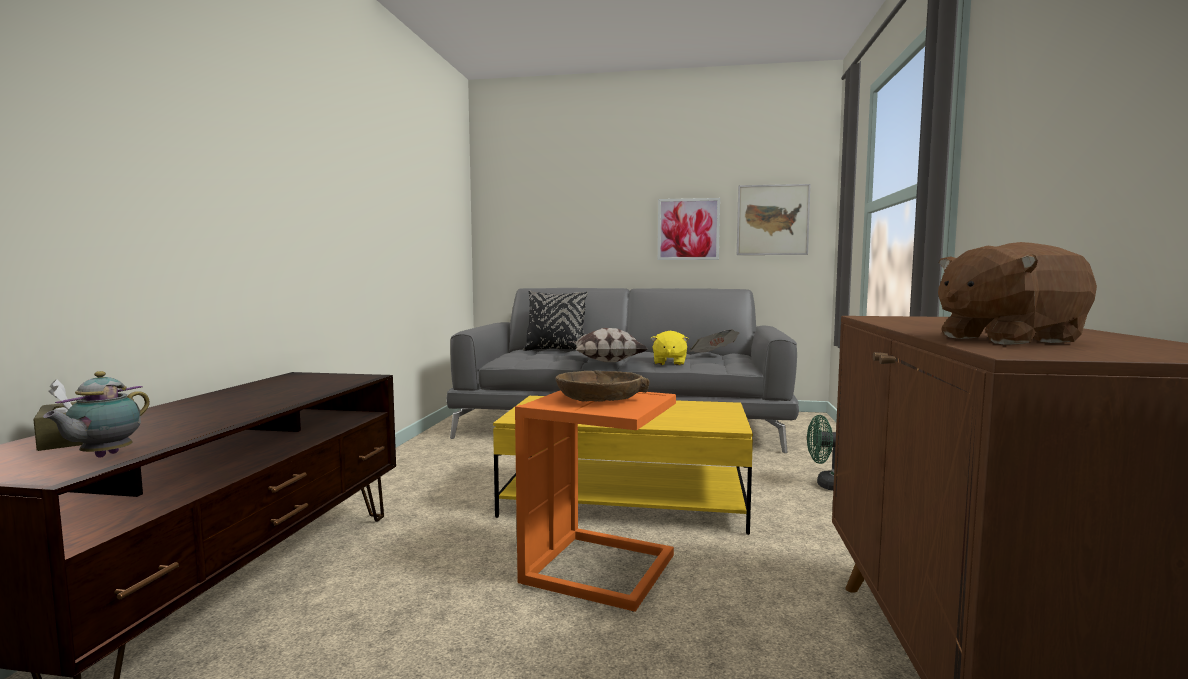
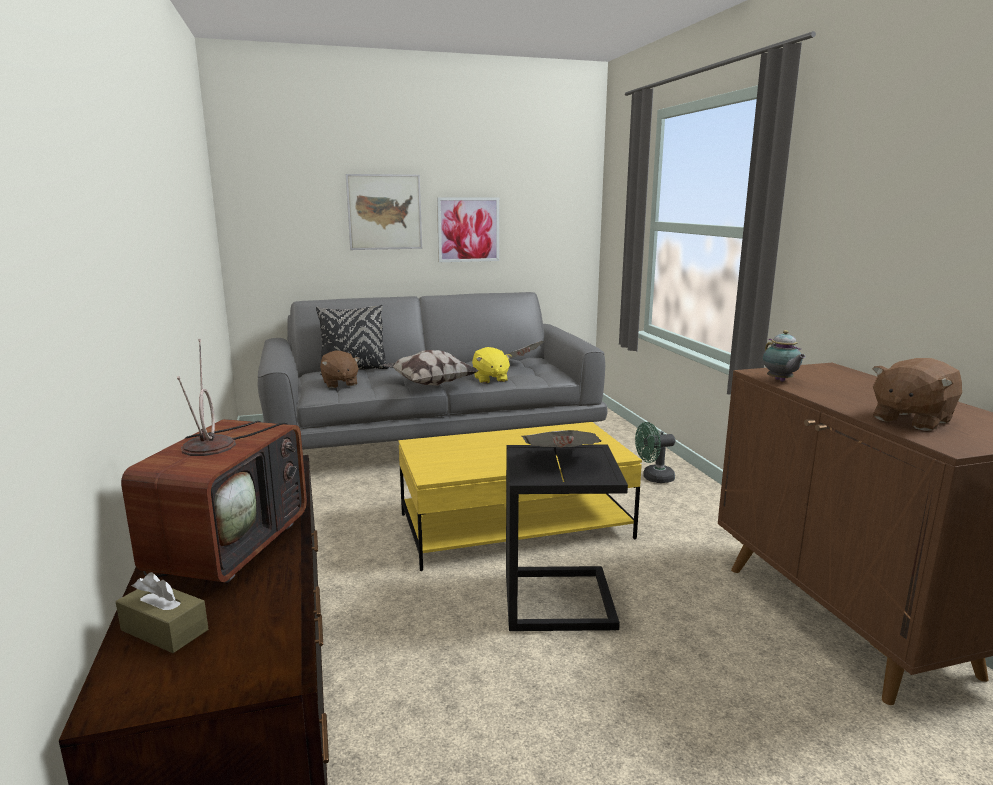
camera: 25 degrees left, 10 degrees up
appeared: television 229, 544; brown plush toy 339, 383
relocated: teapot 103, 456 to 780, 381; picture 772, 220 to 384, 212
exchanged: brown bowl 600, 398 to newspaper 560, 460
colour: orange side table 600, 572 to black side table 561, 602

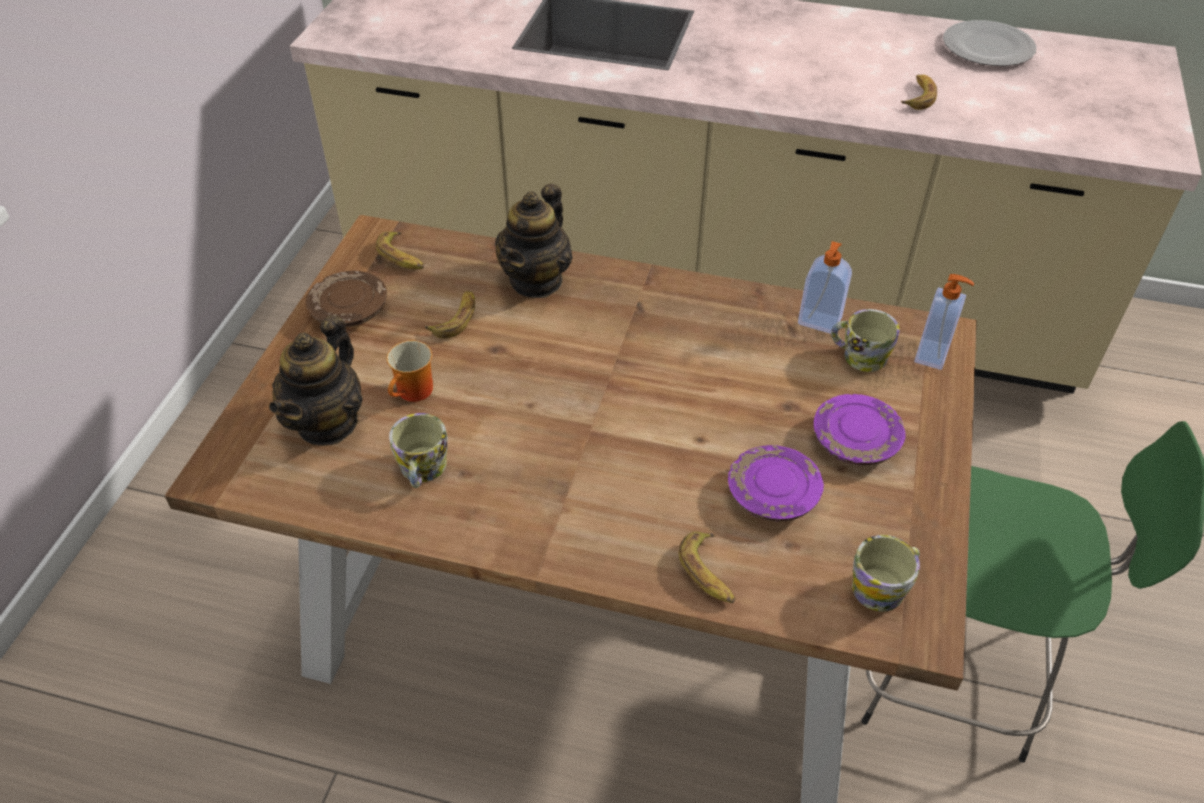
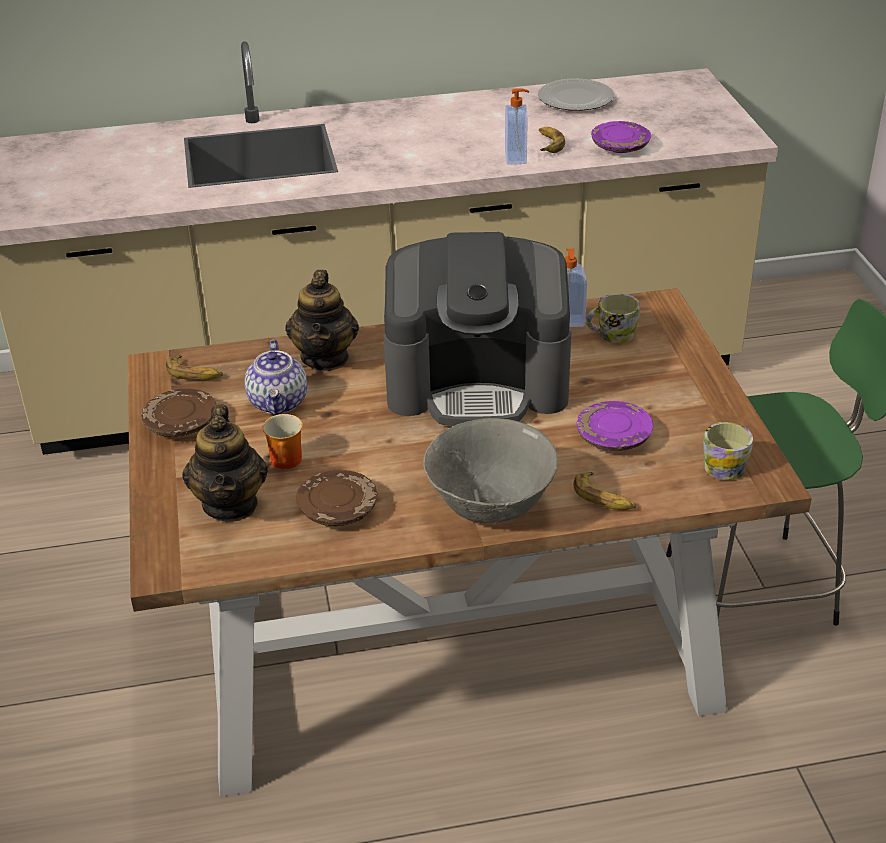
camera: 25 degrees left, 10 degrees down
appeared: coffee machine 478, 382; grey bowl 491, 508
relocated: purple plate 856, 441 to 620, 147; soap dispenser 933, 355 to 516, 158
exchanged: mug 422, 471 to brown plate 338, 509; banana 455, 318 to teapot 279, 402

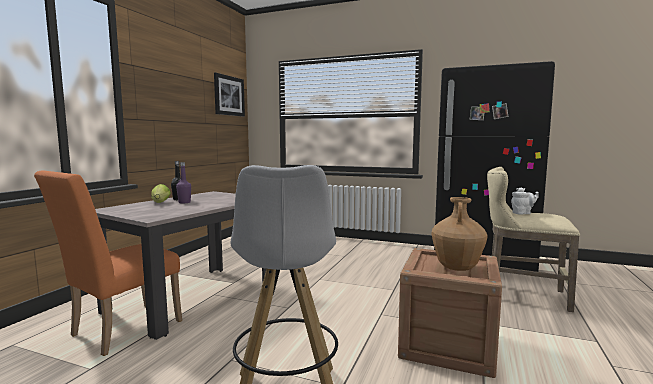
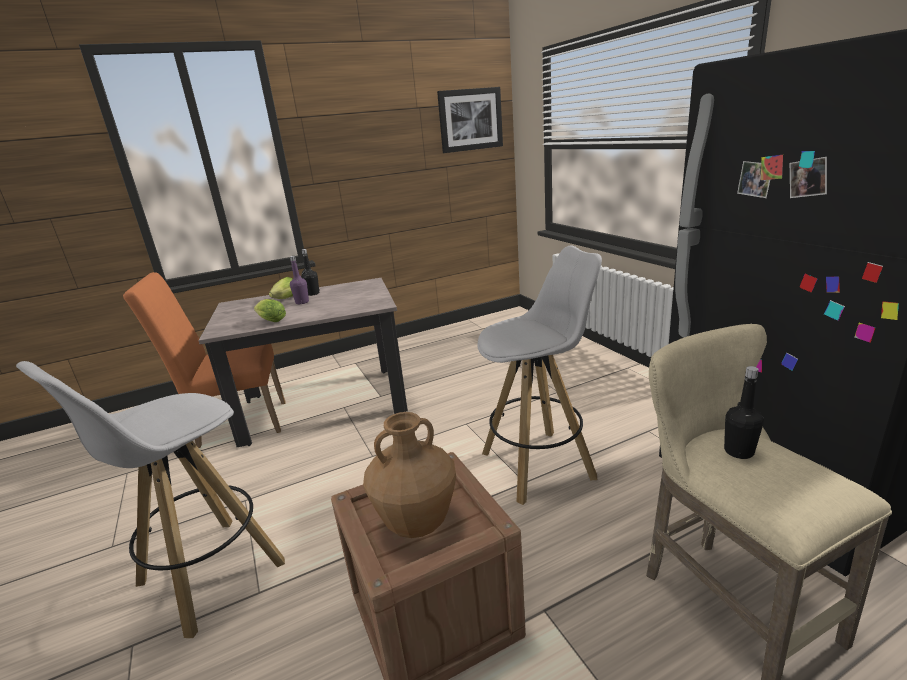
camera: 45 degrees right, 15 degrees up
appeared: lettuce 270, 321; white stool 539, 464
exchanged: white teapot 522, 213 to black bottle 738, 451

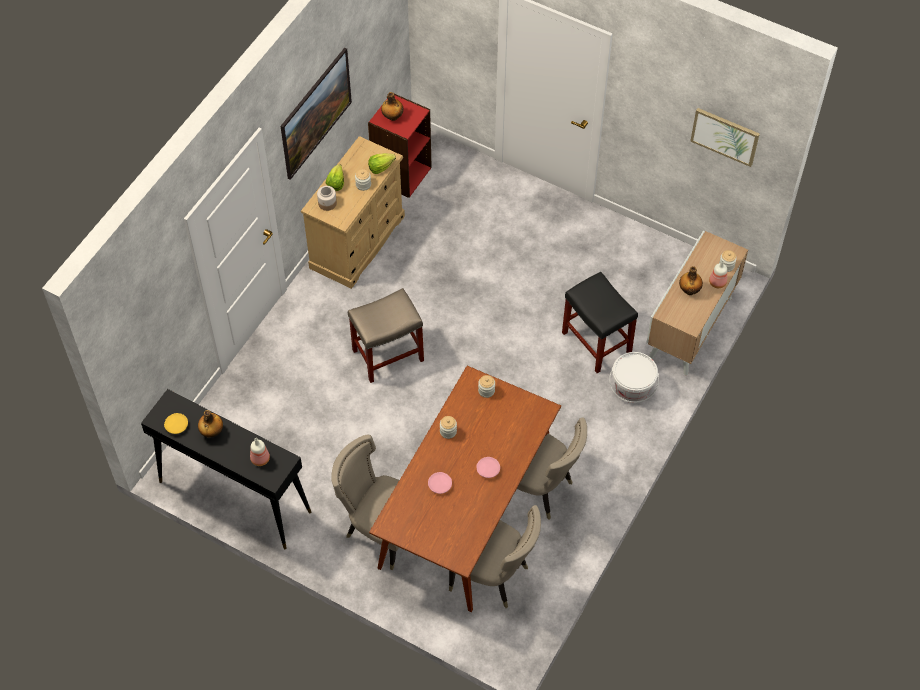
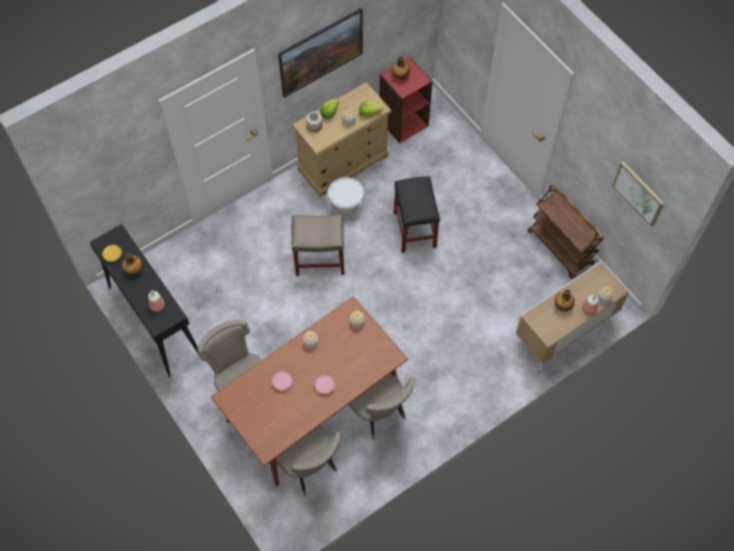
camera: 25 degrees right, 5 degrees up
appeared: brown cart 561, 248
relocated: black stool 595, 342 to 414, 229; white bucket 632, 388 to 346, 206

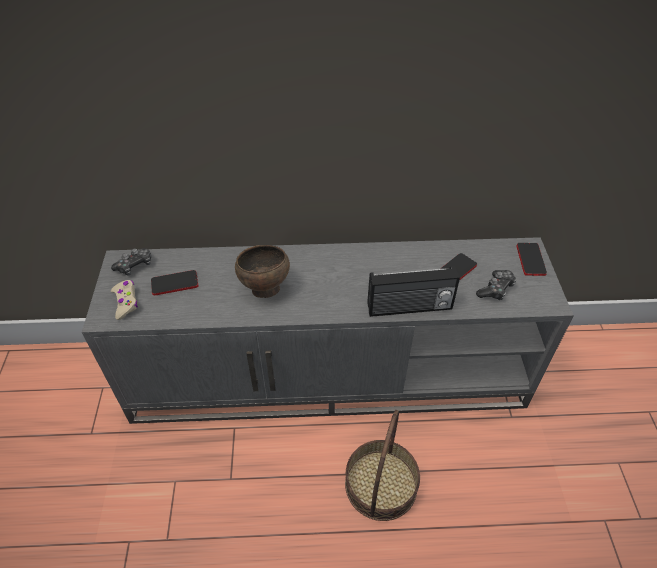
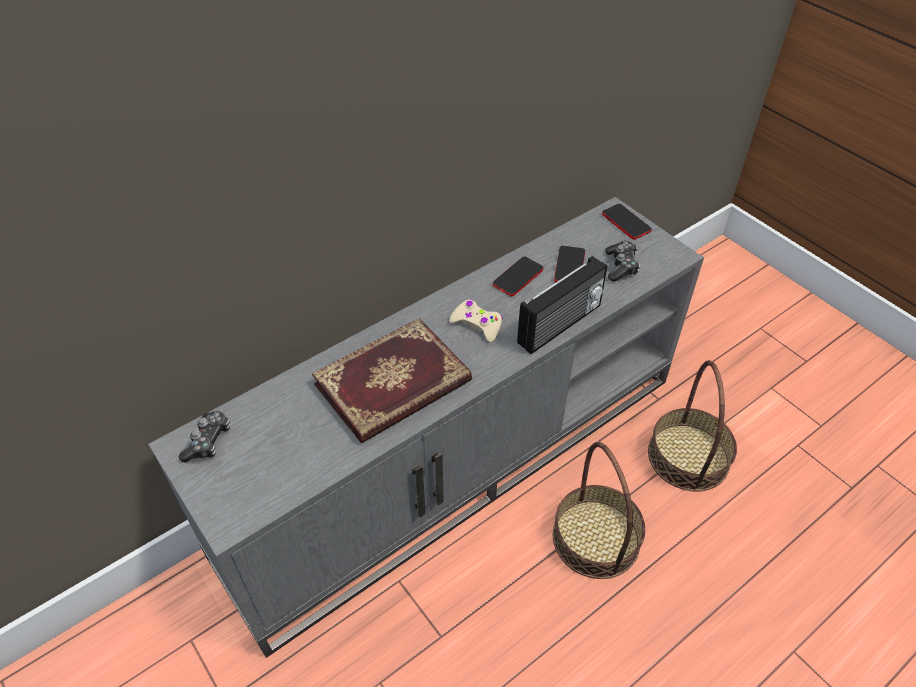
camera: 35 degrees left, 0 degrees up
appeared: basket 688, 457
relocated: beige game controller 126, 302 to 477, 325; phone 174, 283 to 518, 277
exchanged: brown bowl 264, 288 to book 394, 384

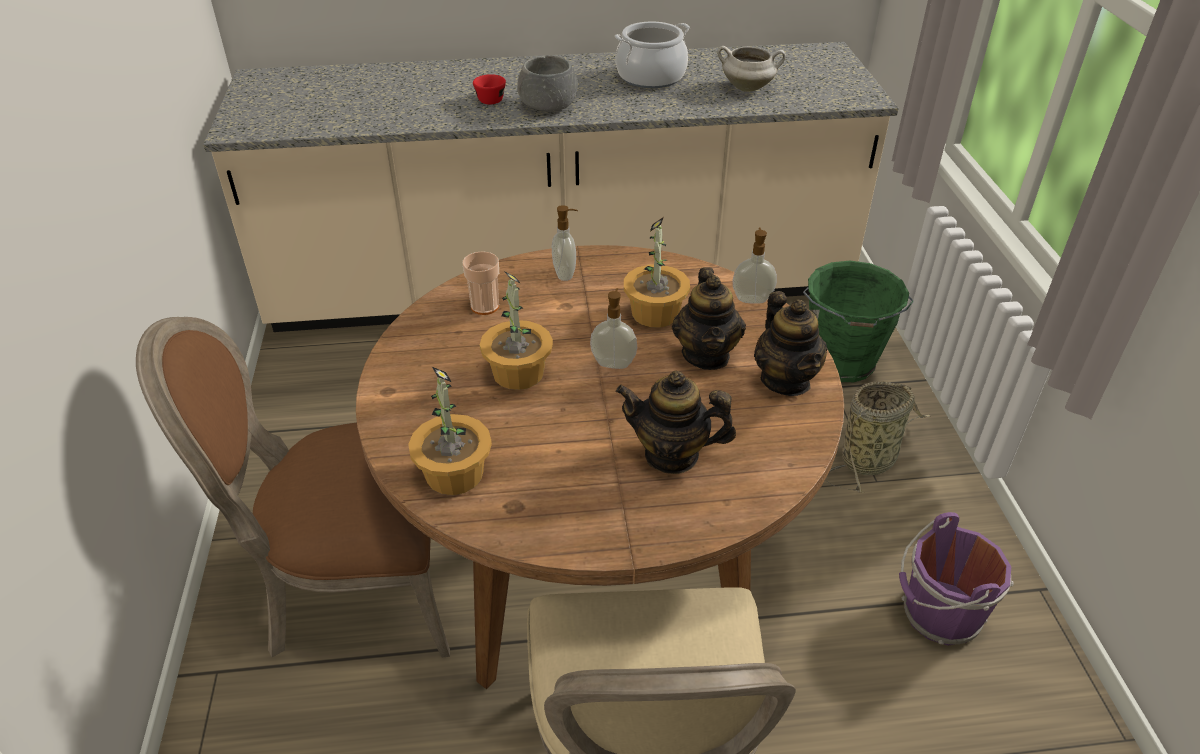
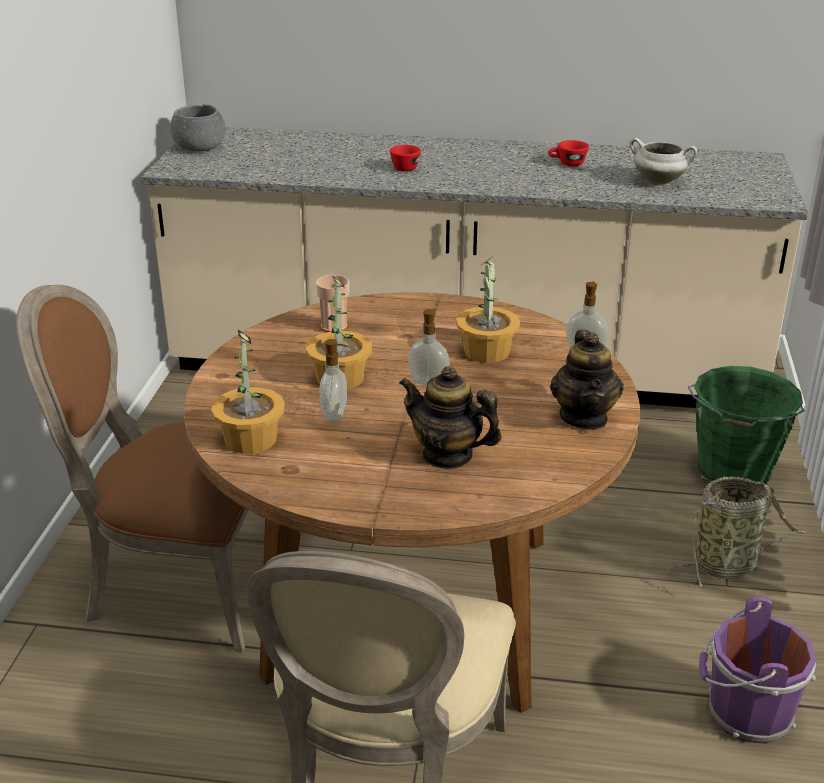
camera: 15 degrees right, 10 degrees down
missing: teapot 706, 355
relocated: grey bowl 548, 105 to 200, 147; soap dispenser 565, 274 to 335, 416
exchanged: cooking pot 650, 77 to red cup 567, 164

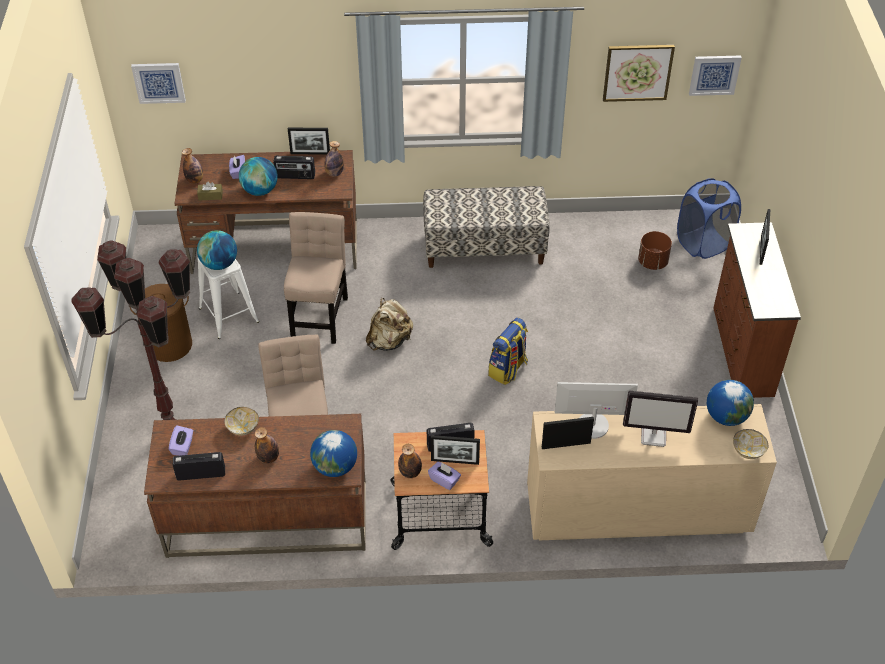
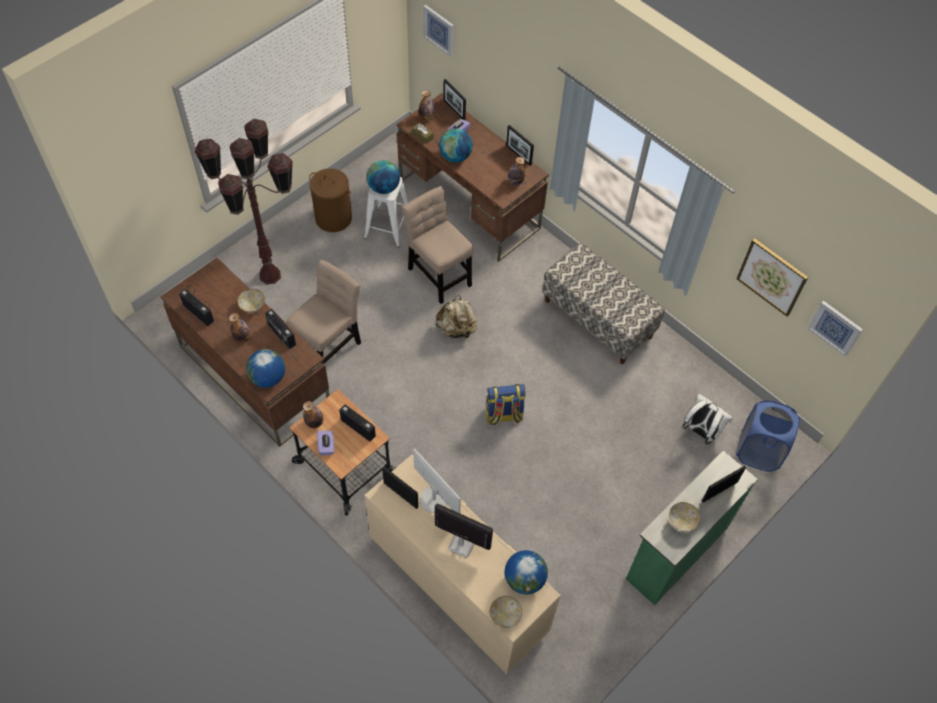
camera: 45 degrees right, 10 degrees up
missing: purple tissue box 183, 446
appeared: bowl 682, 522
relocated: radio 295, 176 to 281, 335; picture frame 455, 461 to 454, 109
exchanged: brown planter 652, 262 to white backpack 701, 431
colour: brown dresser 741, 351 to green dresser 675, 552
spun: beige chair 319, 315 = 438, 274 90 degrees counterclockwise; monitor 654, 436 = 461, 544 150 degrees clockwise

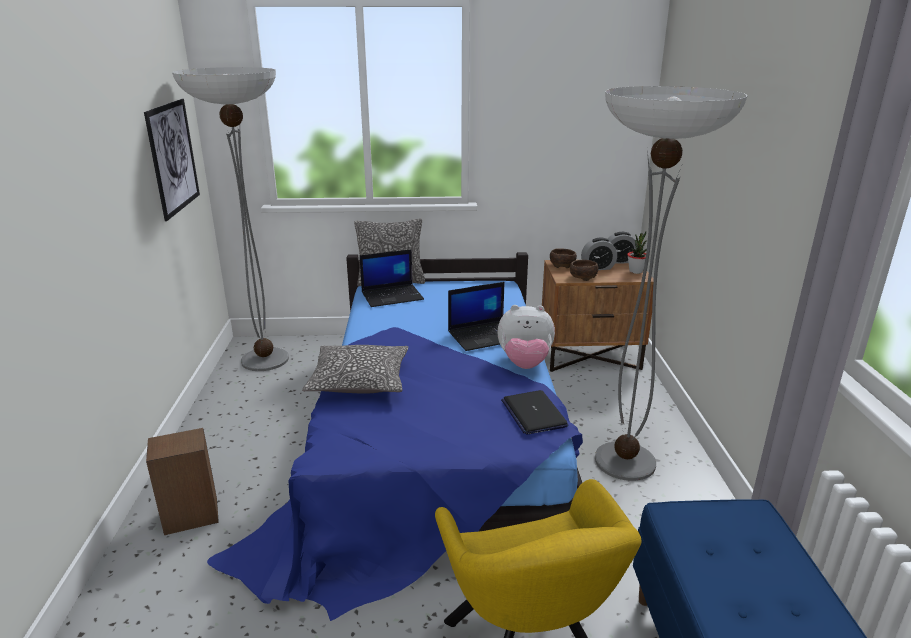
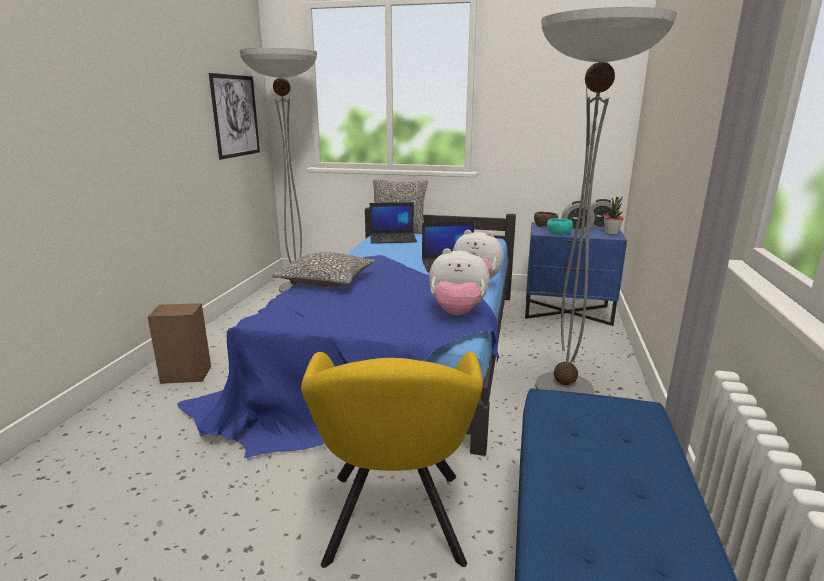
camera: 15 degrees right, 5 degrees down
exchanged: laptop 533, 413 to plush toy 457, 313
colour: brown nightstand 590, 356 to blue nightstand 567, 312; brown bowl 582, 277 to turquoise bowl 558, 233

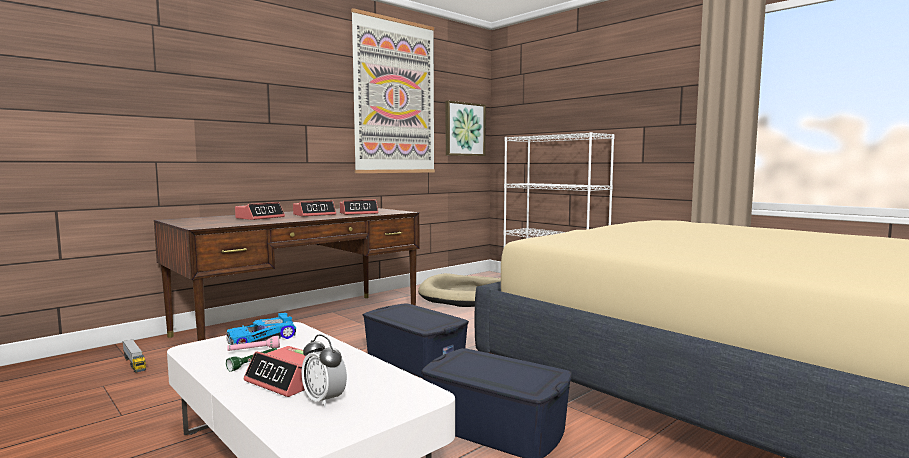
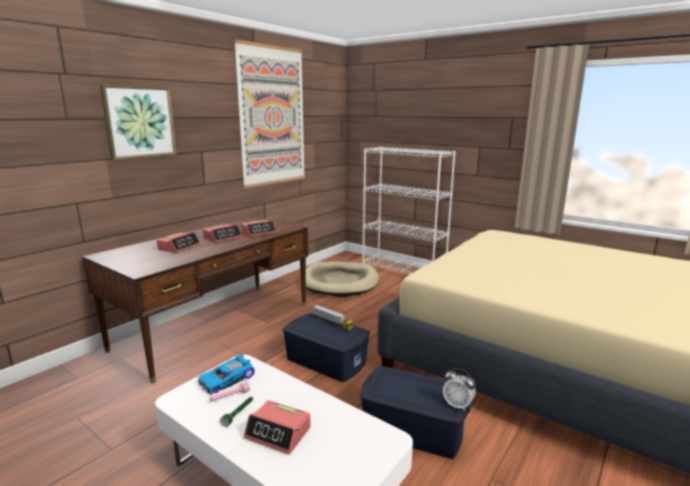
camera: 10 degrees left, 10 degrees up
relocated: toy truck 134, 363 to 332, 323; alarm clock 324, 400 to 457, 405; picture 464, 129 to 139, 122

